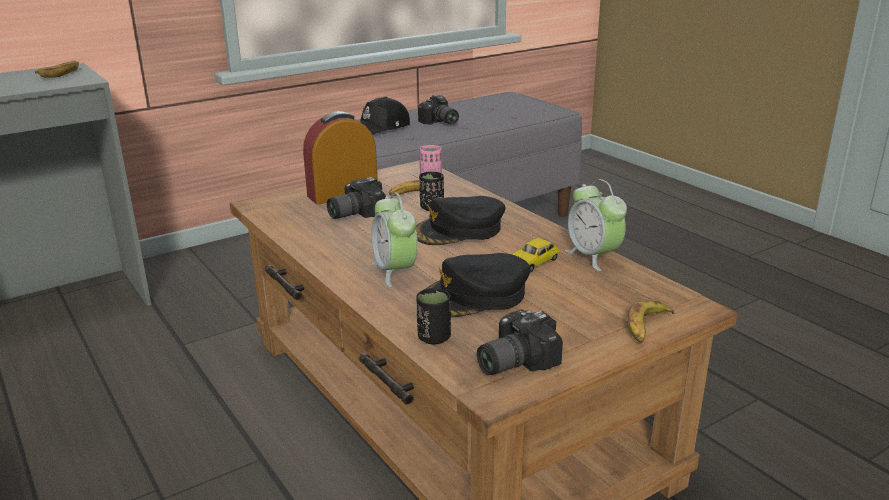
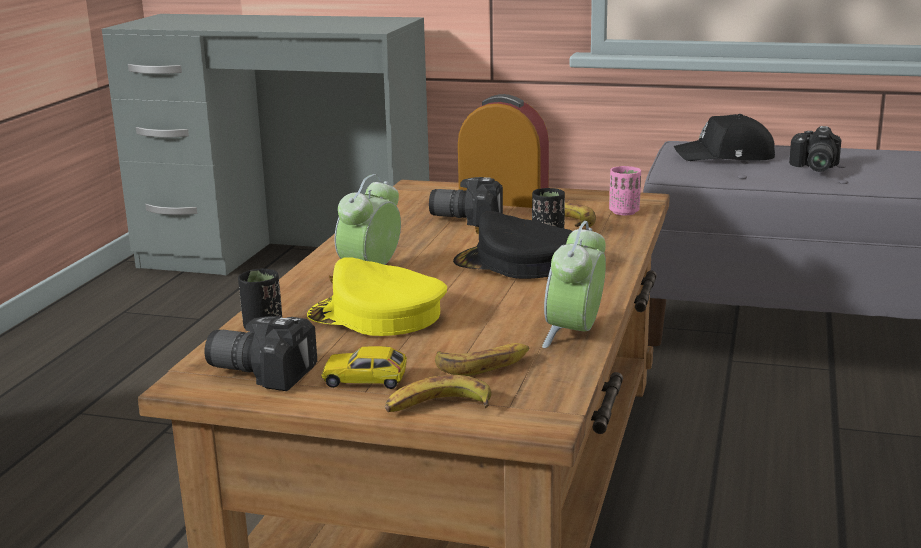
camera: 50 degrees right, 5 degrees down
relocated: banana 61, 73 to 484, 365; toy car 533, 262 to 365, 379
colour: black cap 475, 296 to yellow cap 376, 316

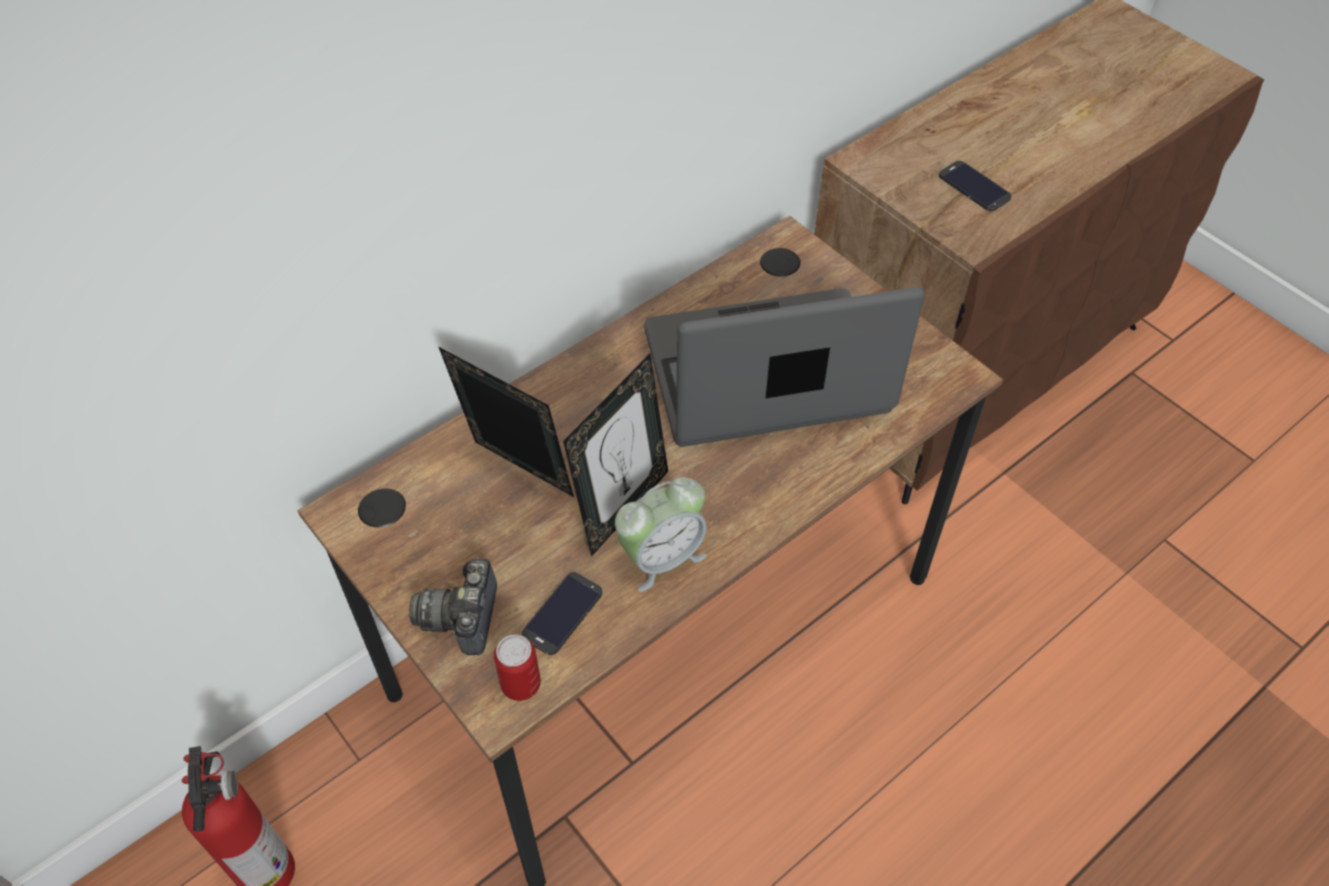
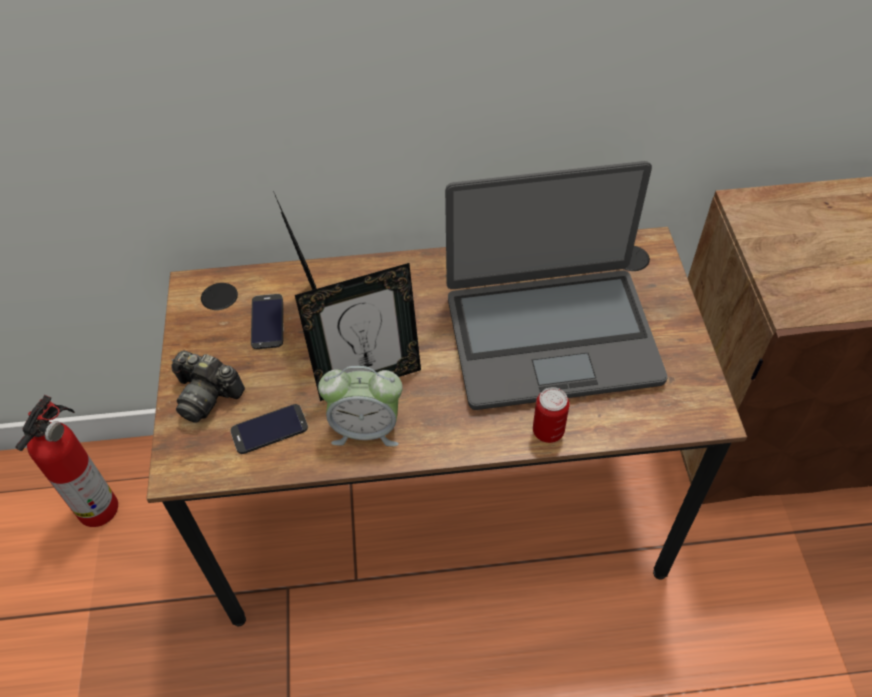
camera: 35 degrees right, 0 degrees up
relocated: can 521, 684 to 548, 431; phone 974, 186 to 267, 321
spun: photo camera 462, 617 = 206, 395 105 degrees counterclockwise; laptop 766, 374 = 551, 336 150 degrees clockwise

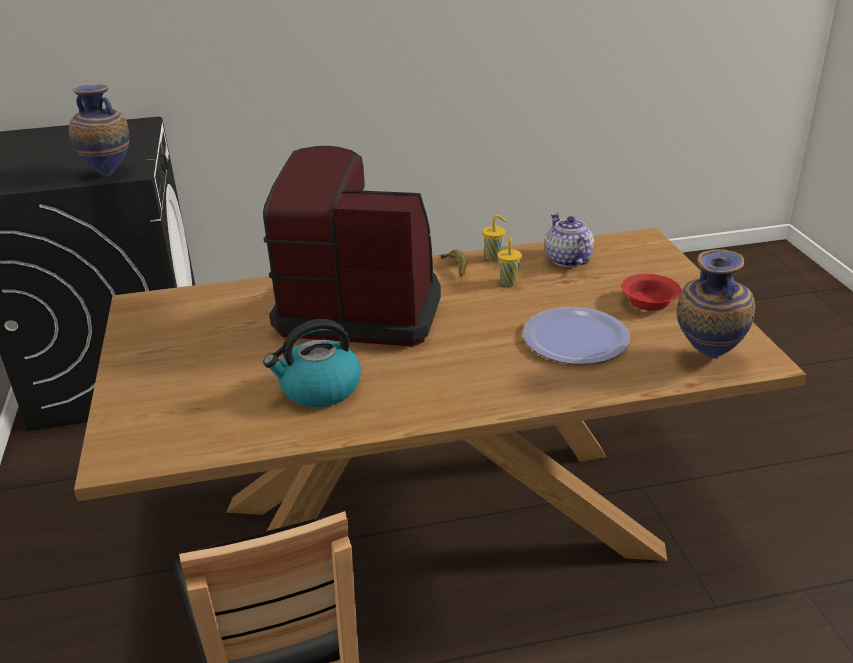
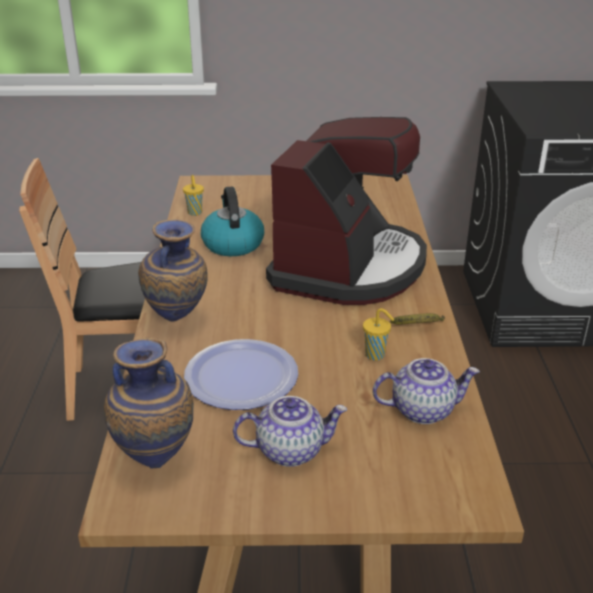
camera: 100 degrees right, 0 degrees up
relocated: vase 110, 173 to 178, 321; yellow cup 494, 257 to 195, 213
exchanged: red bowl 649, 303 to teapot 290, 450

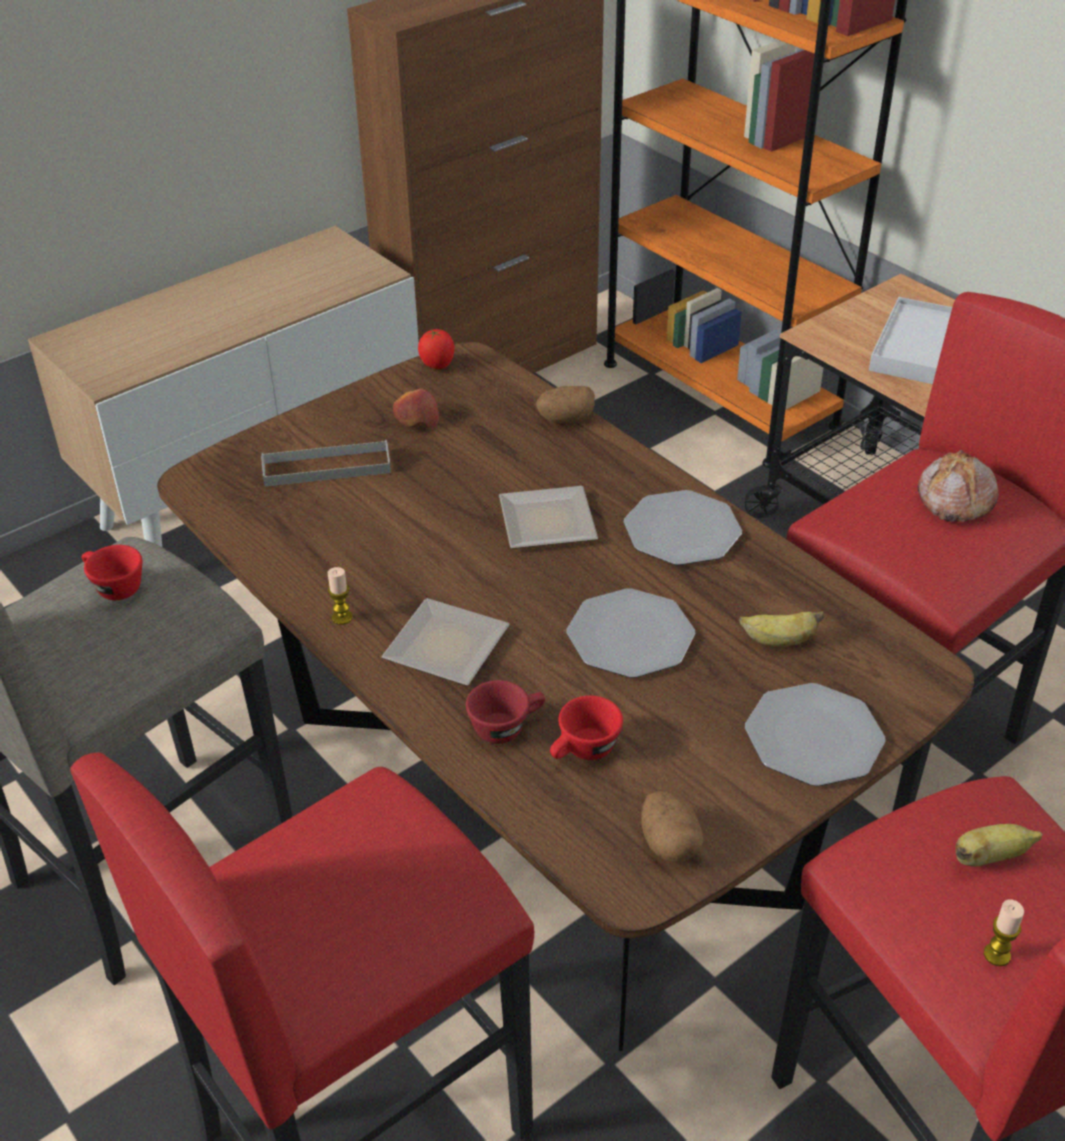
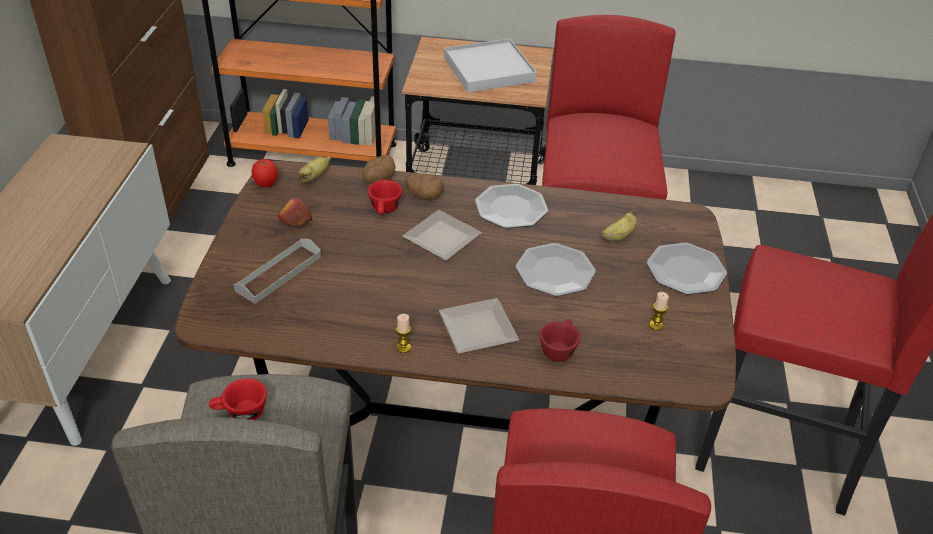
camera: 45 degrees left, 0 degrees up
missing: bread 953, 499
relocated: red cup 583, 751 to 385, 210; potato 669, 843 to 424, 196; banana 990, 857 to 314, 177; candle 997, 955 to 656, 325

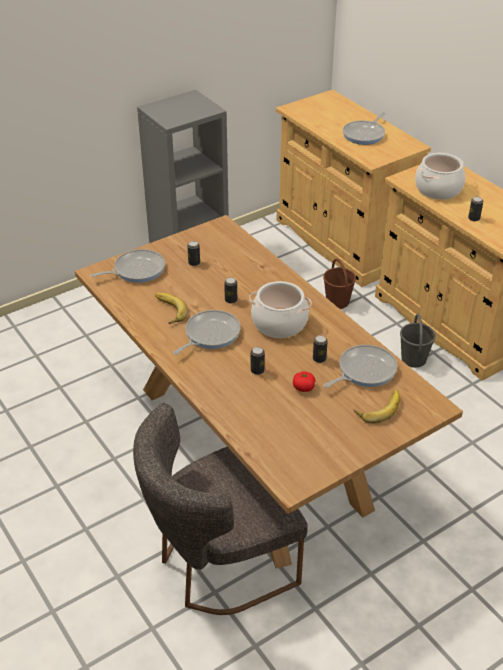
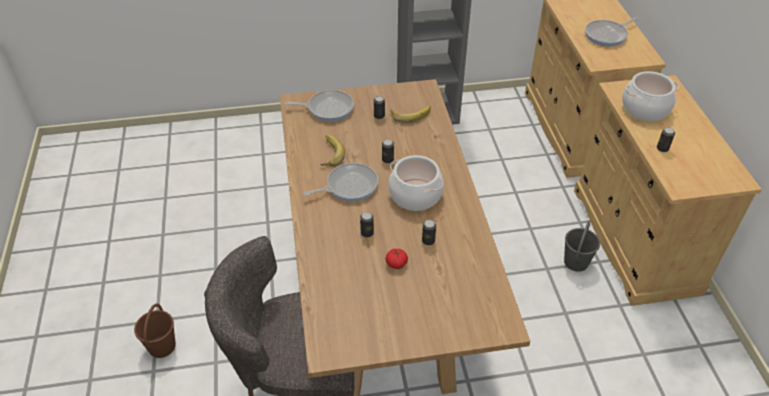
camera: 25 degrees right, 5 degrees up
missing: frying pan 364, 371
relocated: brown bucket 337, 301 to 162, 346; banana 378, 408 to 410, 114

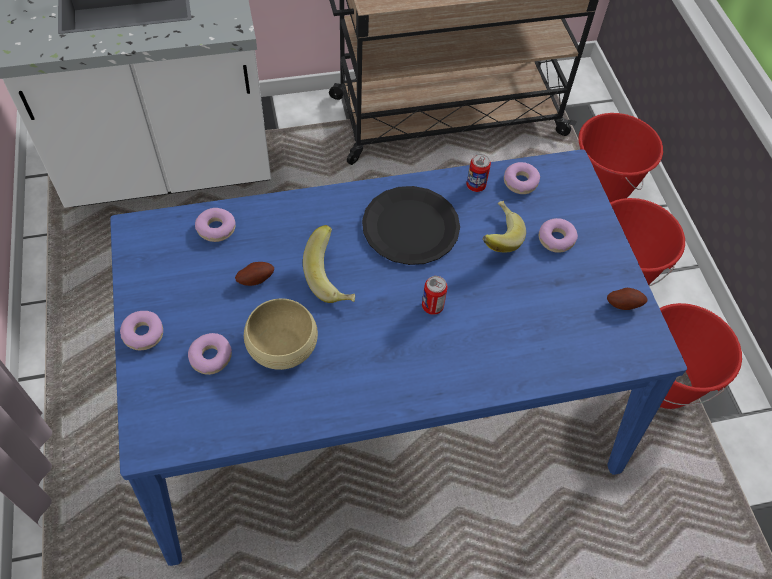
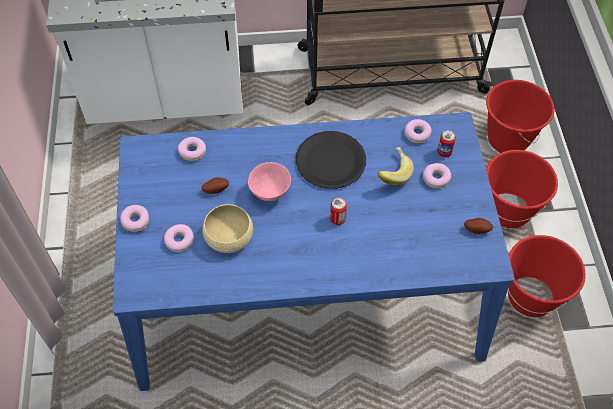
camera: 10 degrees right, 0 degrees up
relocated: can 475, 185 to 444, 152
exchanged: banana 333, 278 to pink bowl 270, 193

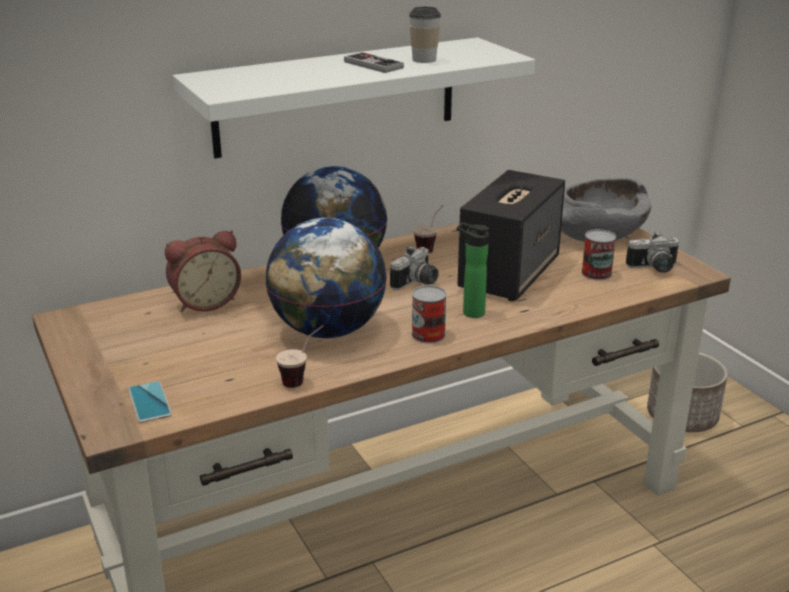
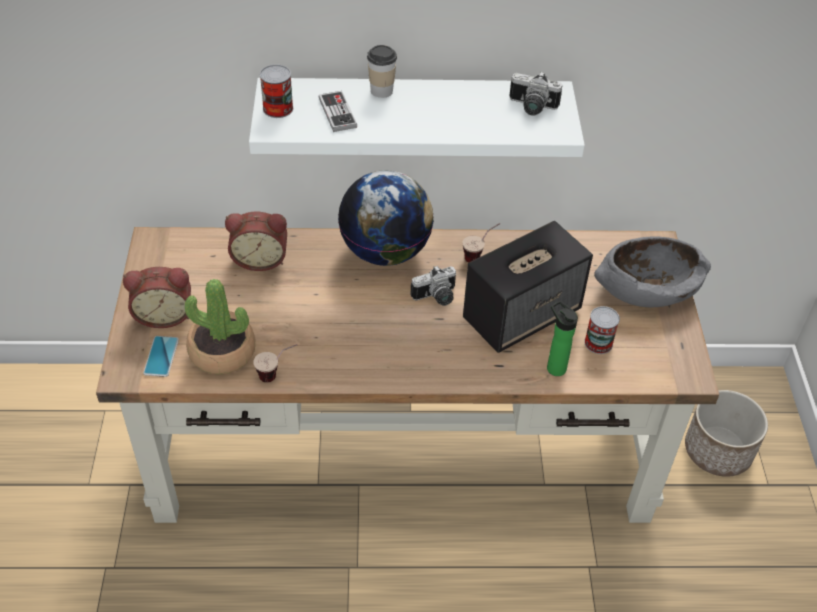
camera: 25 degrees right, 20 degrees up
missing: globe 327, 330
appeared: alarm clock 164, 314; potted plant 222, 352
relocated: game controller 373, 65 to 337, 113; cup 424, 60 to 381, 91; can 428, 335 to 278, 108; bottle 470, 312 to 554, 366; photo camera 654, 268 to 531, 107

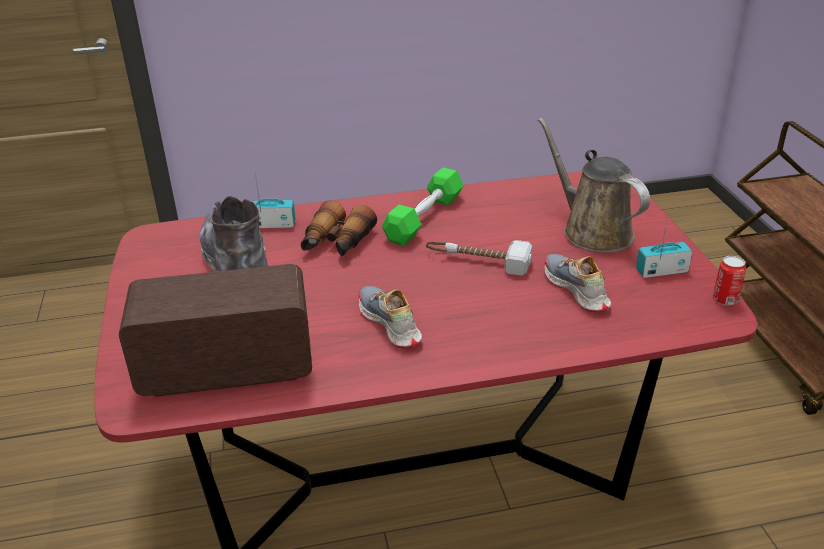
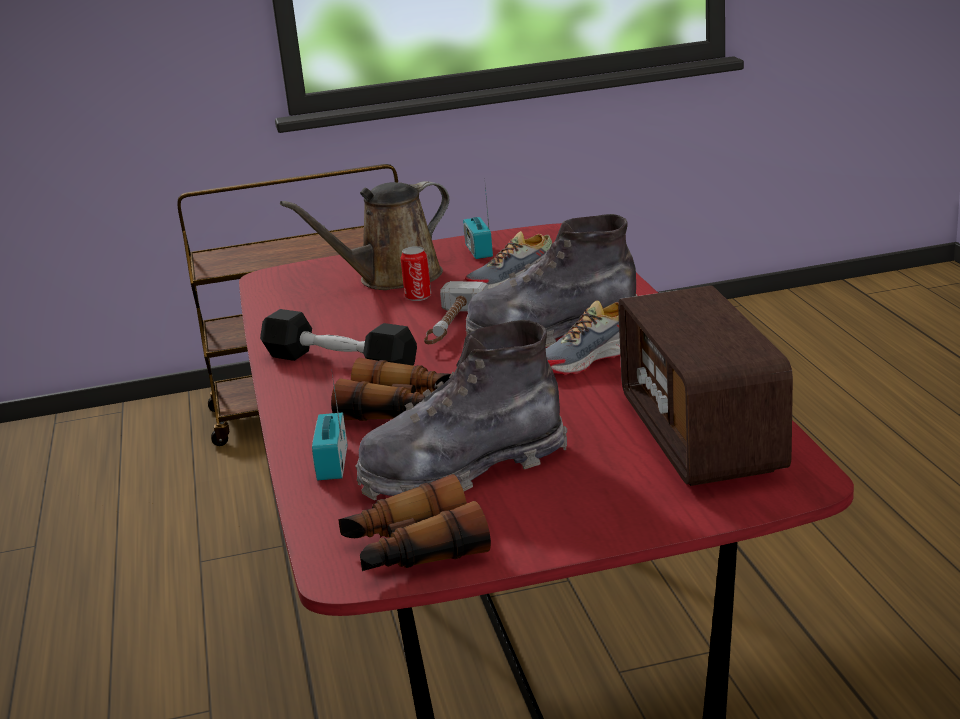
camera: 90 degrees left, 10 degrees down
appeared: binoculars 413, 550; grey boot 552, 332
relocated: can 725, 299 to 418, 297
colour: green dumbbell 424, 218 to black dumbbell 340, 362

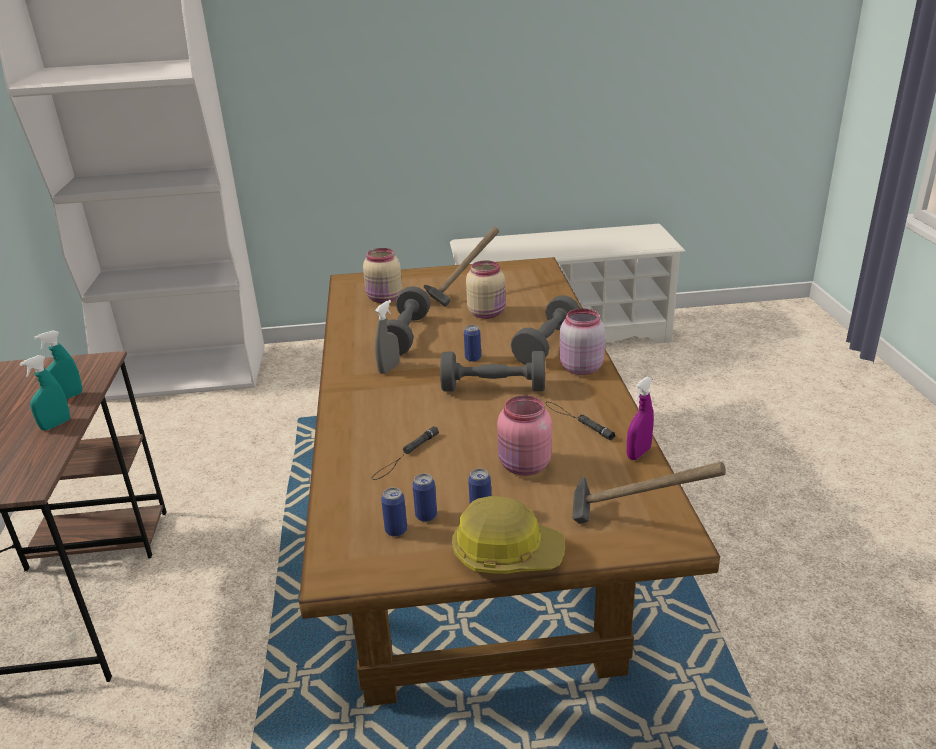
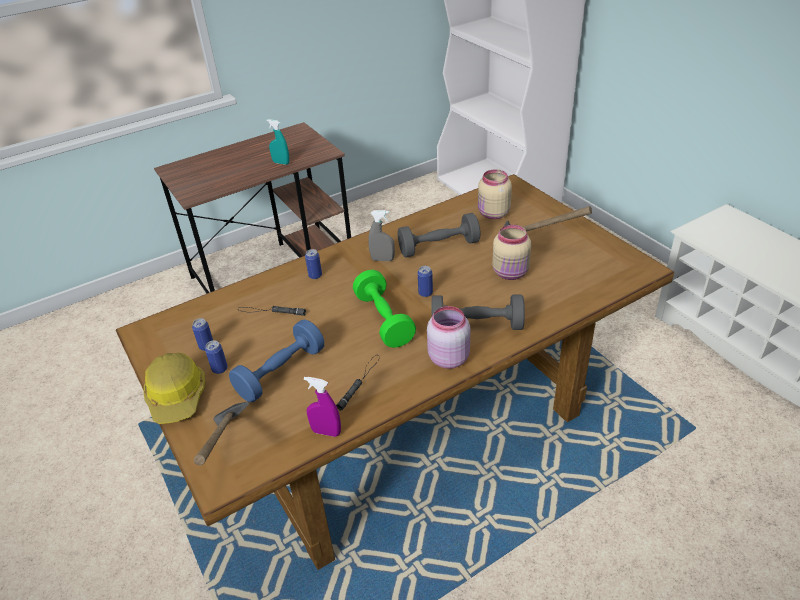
camera: 65 degrees right, 10 degrees up
missing: turquoise spray bottle 56, 425
relocated: can 396, 530 to 315, 275
exchanged: pink jar 524, 466 to blue dumbbell 281, 372
colour: grey dumbbell 493, 388 to green dumbbell 384, 320

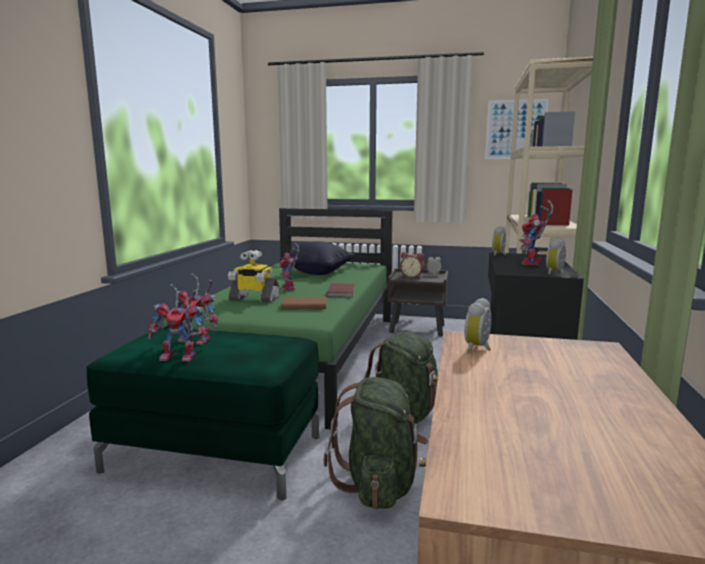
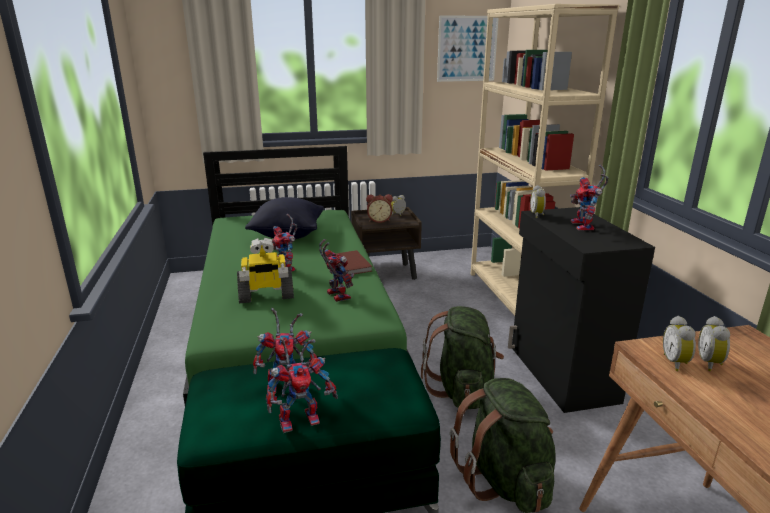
camera: 25 degrees left, 10 degrees up
relocated: alarm clock 556, 273 to 710, 363
exchanged: brown book 304, 305 to toy robot 335, 295

